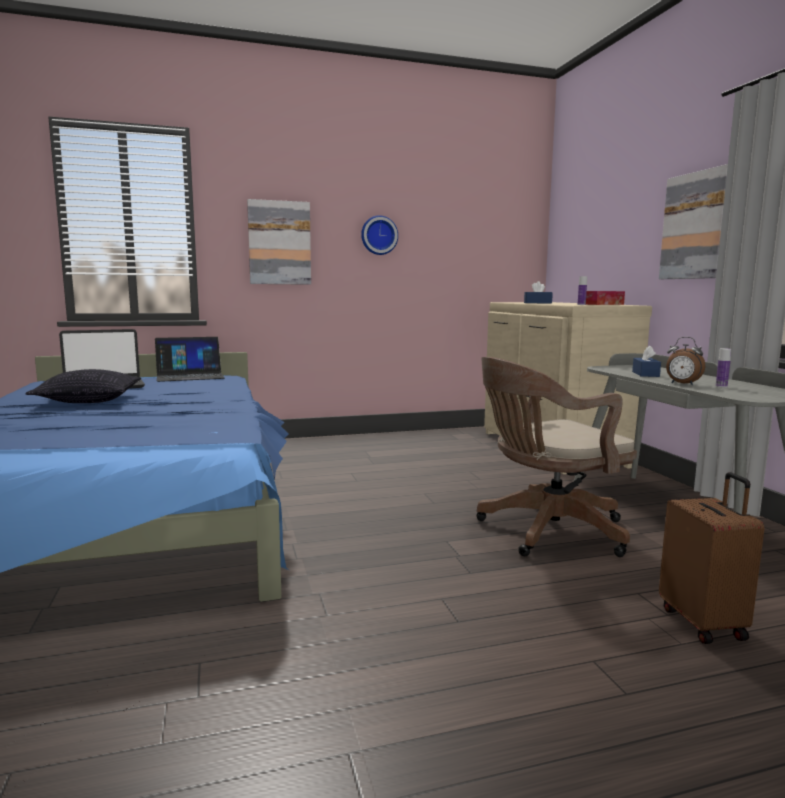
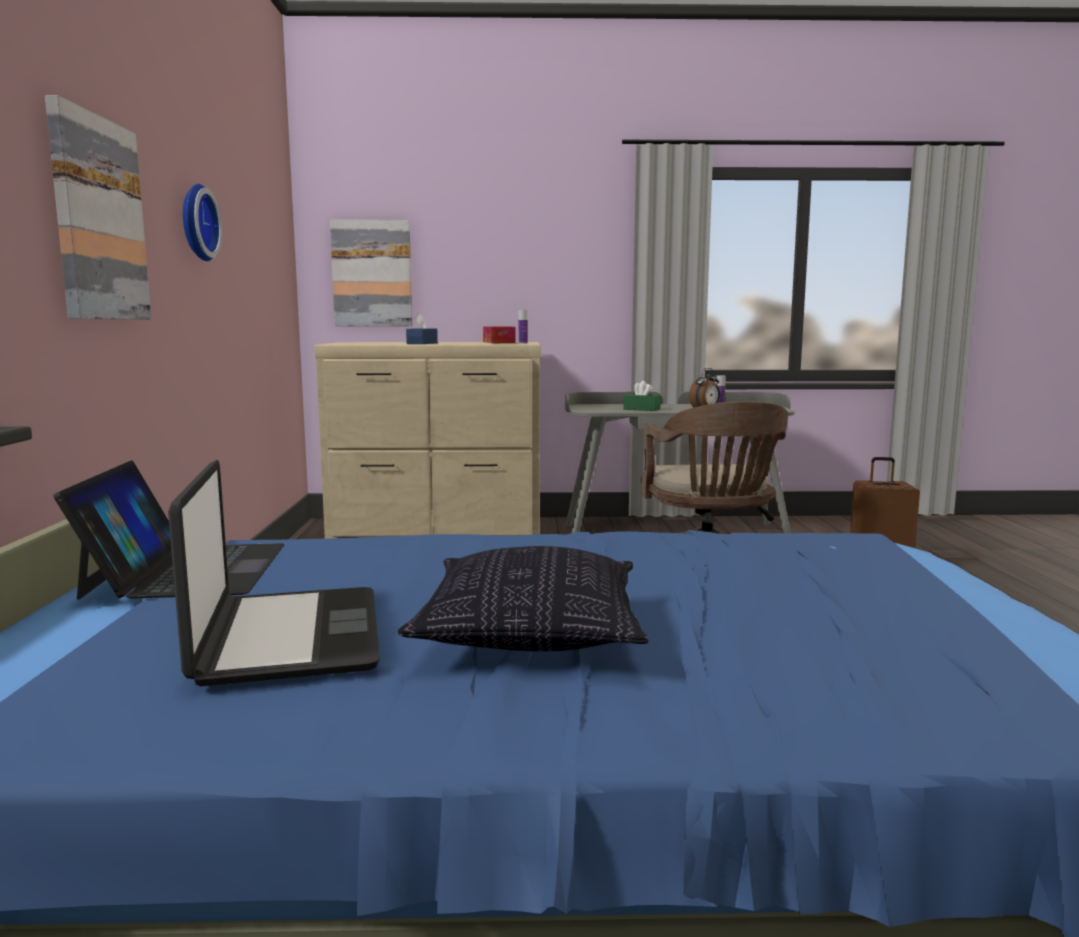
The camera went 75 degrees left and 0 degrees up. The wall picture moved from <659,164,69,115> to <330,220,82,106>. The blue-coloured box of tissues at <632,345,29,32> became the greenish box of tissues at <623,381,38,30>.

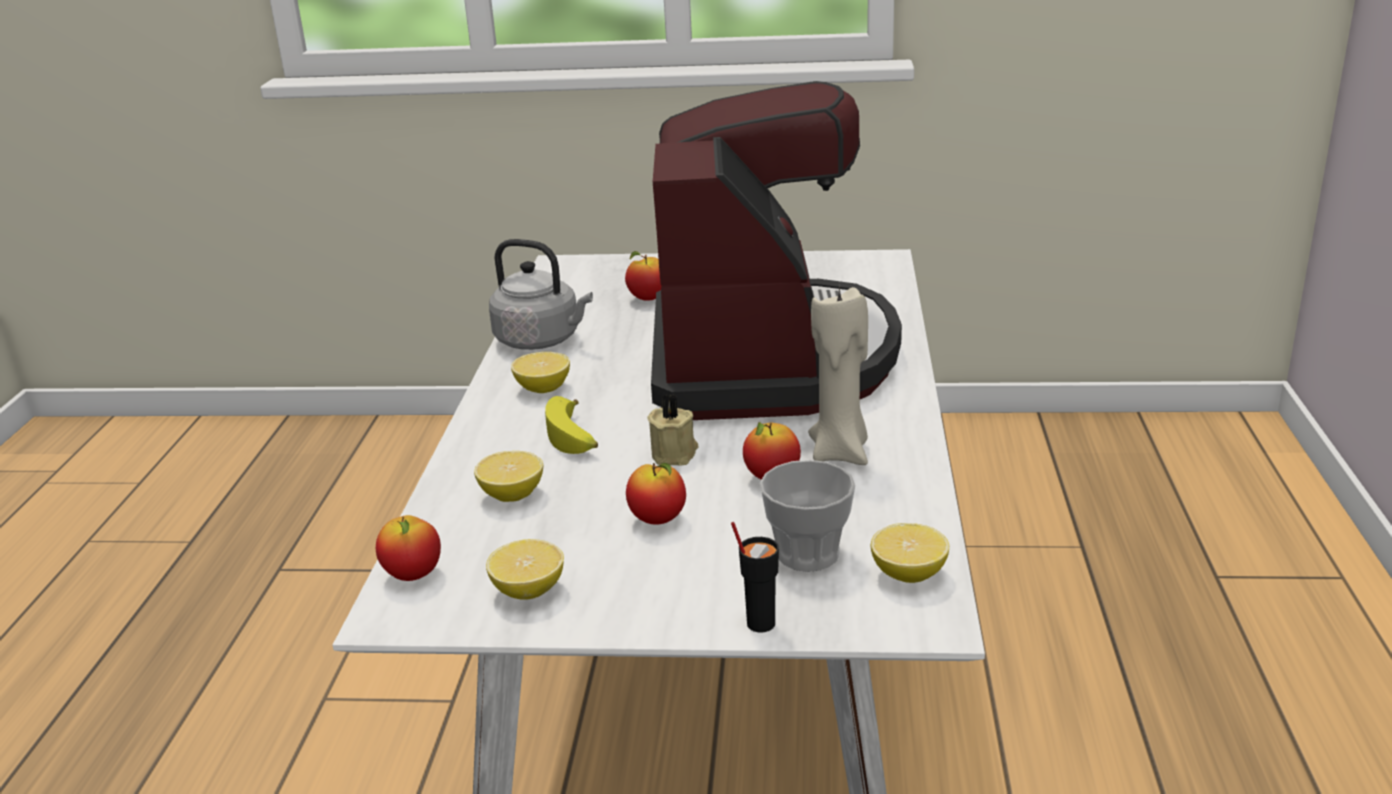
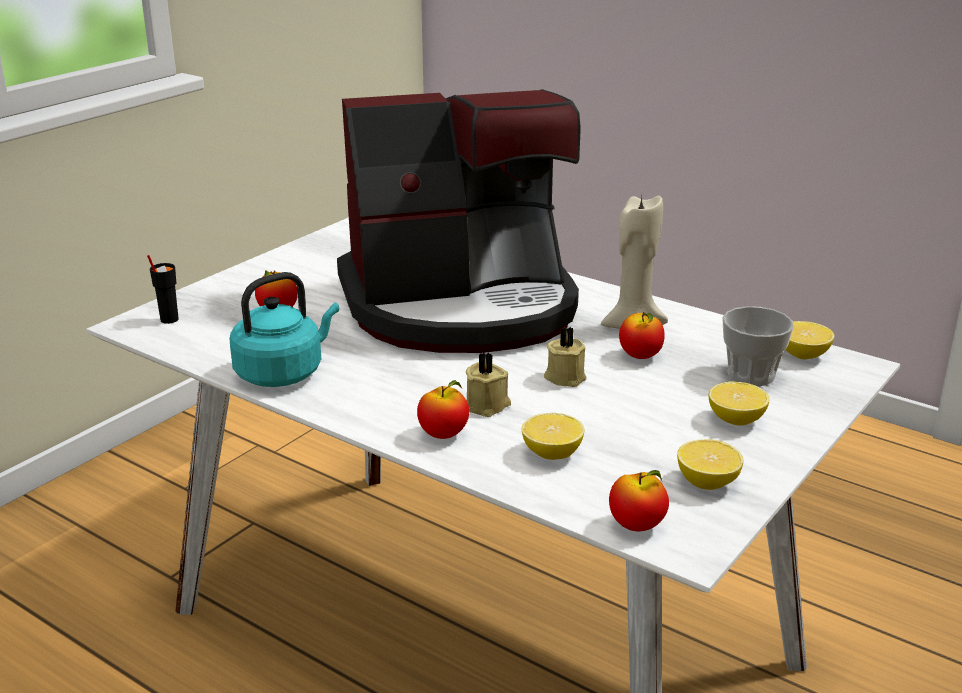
The camera went 60 degrees left and 0 degrees up. The citrus fruit moved from <511,352,59,41> to <709,381,61,44>. The apple moved from <626,463,60,62> to <417,380,52,59>. The black drinking cup moved from <731,522,48,111> to <147,255,32,69>. The banana fruit at <545,396,53,58> was replaced by the sand-coloured wax light at <466,353,45,64>. The gray kettle at <489,239,104,111> became the turquoise-coloured kettle at <230,272,109,115>. The coffee brewer at <651,81,251,339> turned 135 degrees clockwise.

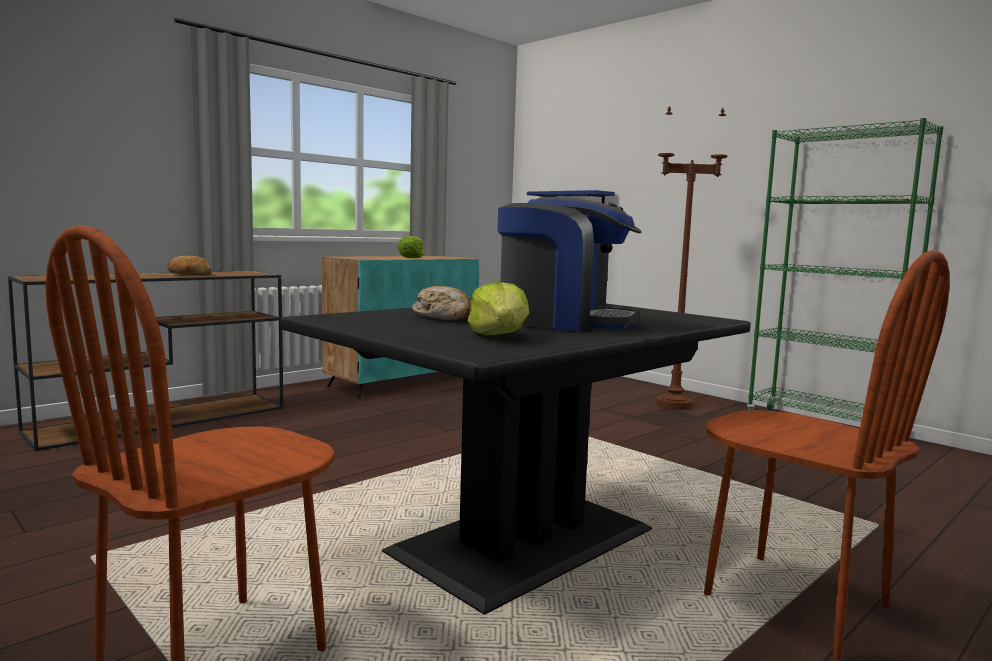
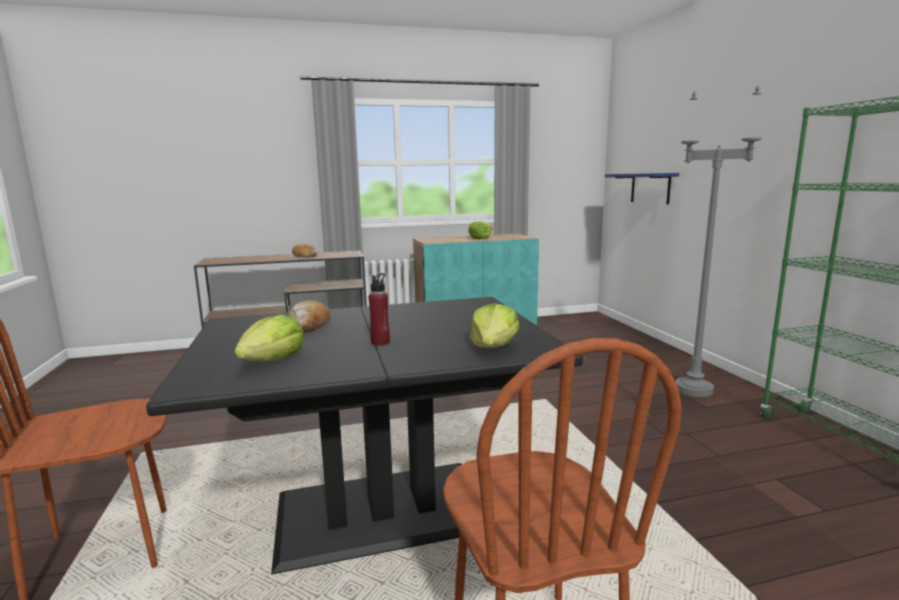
The camera went 30 degrees right and 5 degrees up. The head of lettuce at <470,303,50,45> appeared. The coffee brewer at <497,197,145,135> was replaced by the reddish bottle at <369,273,21,73>. The brown-coloured standing lamp at <656,106,71,304> became the gray standing lamp at <676,86,85,311>.

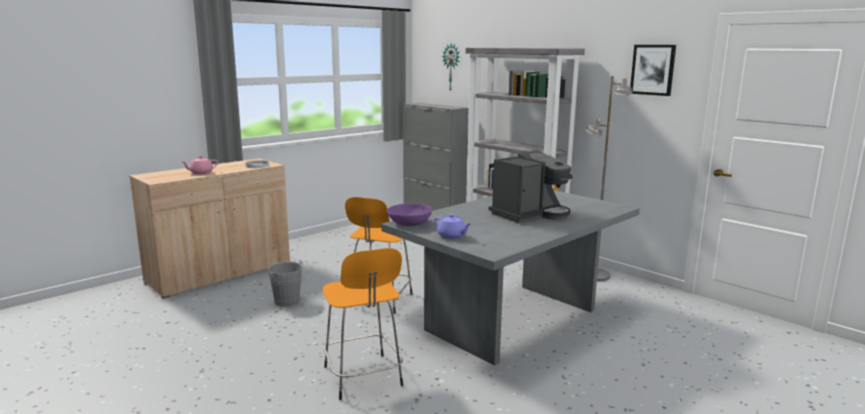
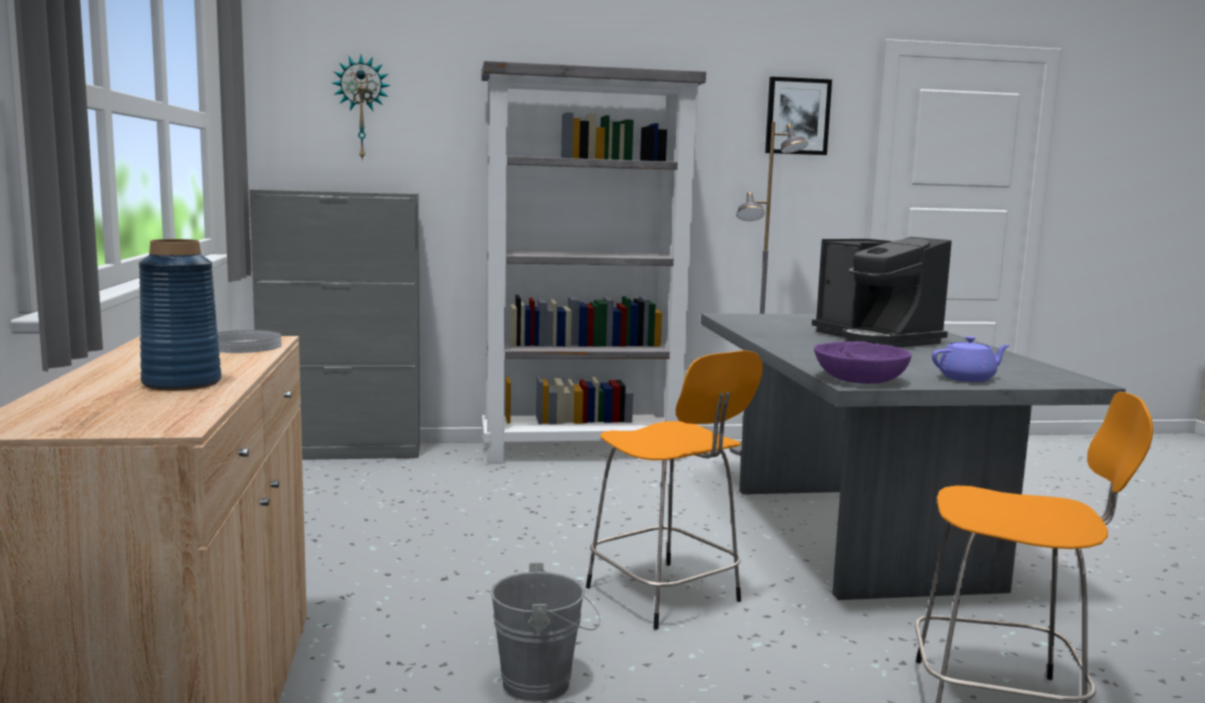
The camera went 55 degrees left and 5 degrees down. The pinkish tea pot at <181,156,37,18> was replaced by the blue-coloured flower vase at <139,239,82,152>. The coffee brewer at <488,150,85,73> turned 150 degrees clockwise.

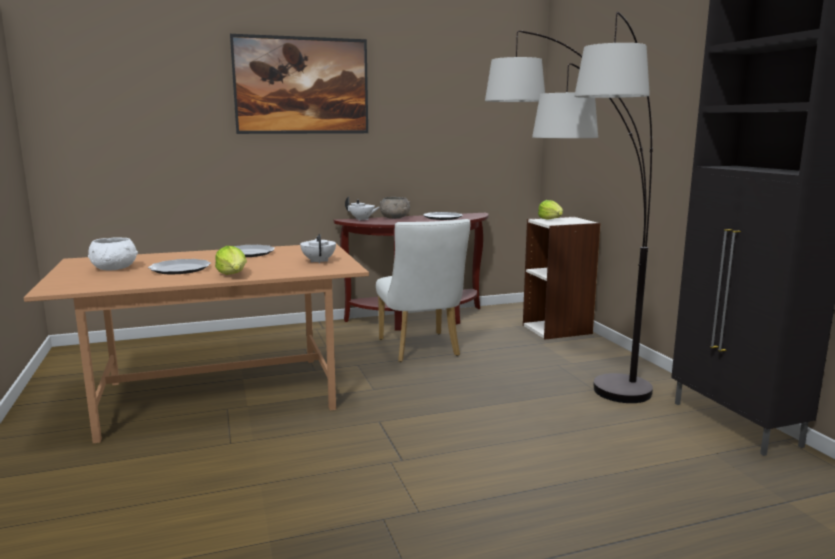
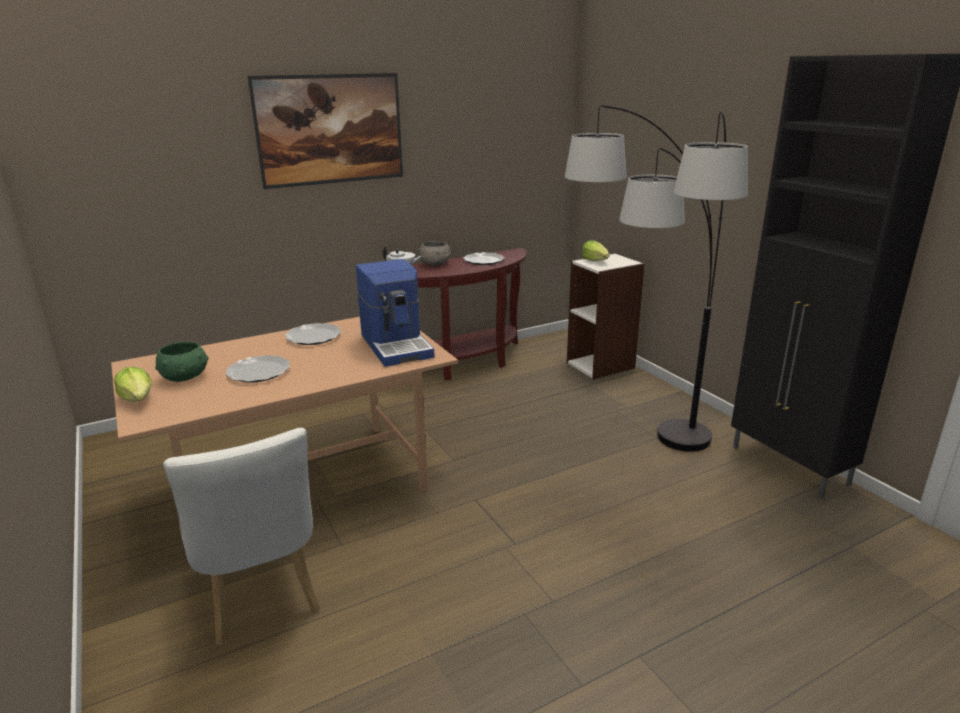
The camera went 10 degrees left and 10 degrees up. The head of lettuce moved from <215,246,32,29> to <114,367,38,35>. The white plain chair moved from <376,219,95,143> to <163,428,157,217>. The white tea pot at <300,234,36,29> was replaced by the coffee brewer at <356,259,78,108>. The white bowl at <88,237,50,33> became the greenish bowl at <155,342,54,40>.

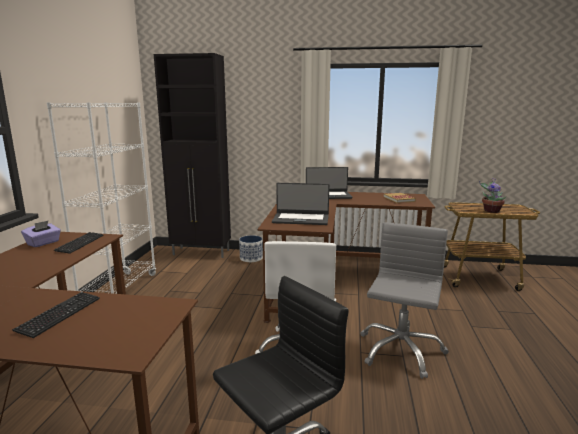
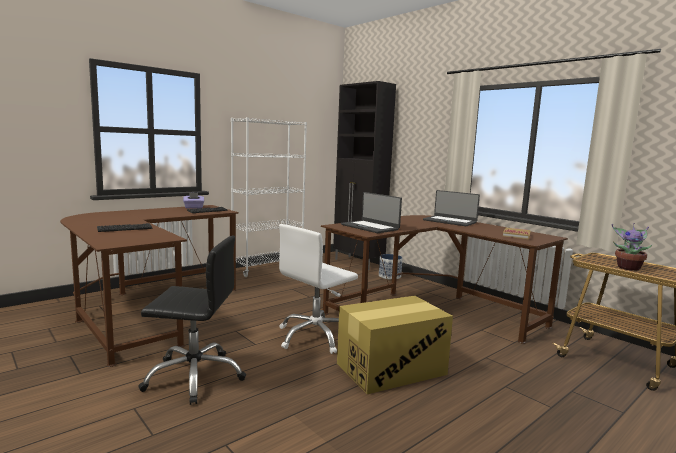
The camera went 40 degrees right and 5 degrees down. The gray desk chair at <360,222,89,157> was replaced by the packing box at <337,296,116,98>.

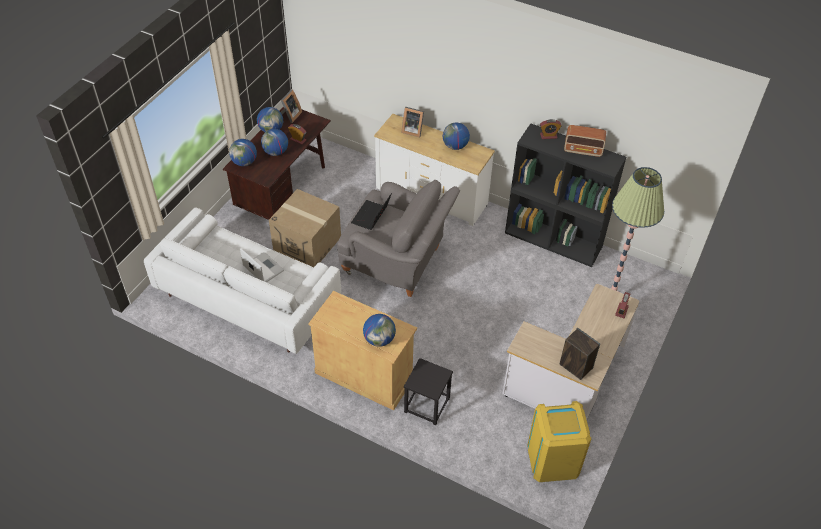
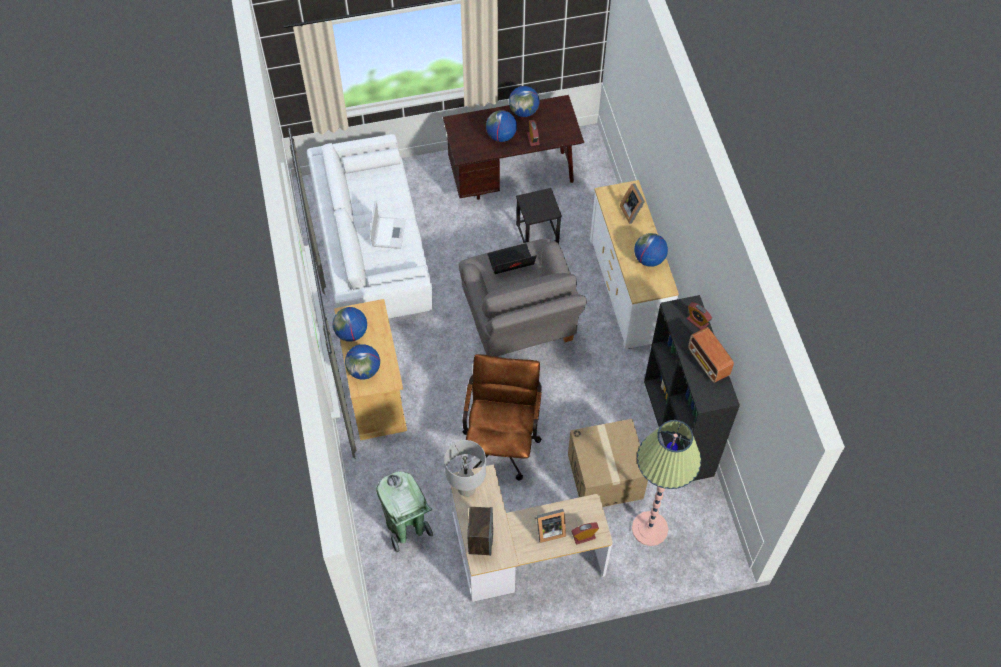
The camera went 50 degrees right and 10 degrees up. The yellow waste bin at <527,401,64,81> disappeared. The greenish waste bin at <376,471,57,82> appeared. The gray table lamp at <444,440,42,57> appeared. The brown-coloured desk chair at <462,354,80,127> appeared. The world globe moved from <229,139,28,27> to <333,307,34,35>. The packing box moved from <269,189,72,78> to <568,419,80,88>. The photo frame moved from <281,90,21,33> to <534,509,32,34>. The black sitting stool moved from <404,358,49,68> to <516,188,46,56>.

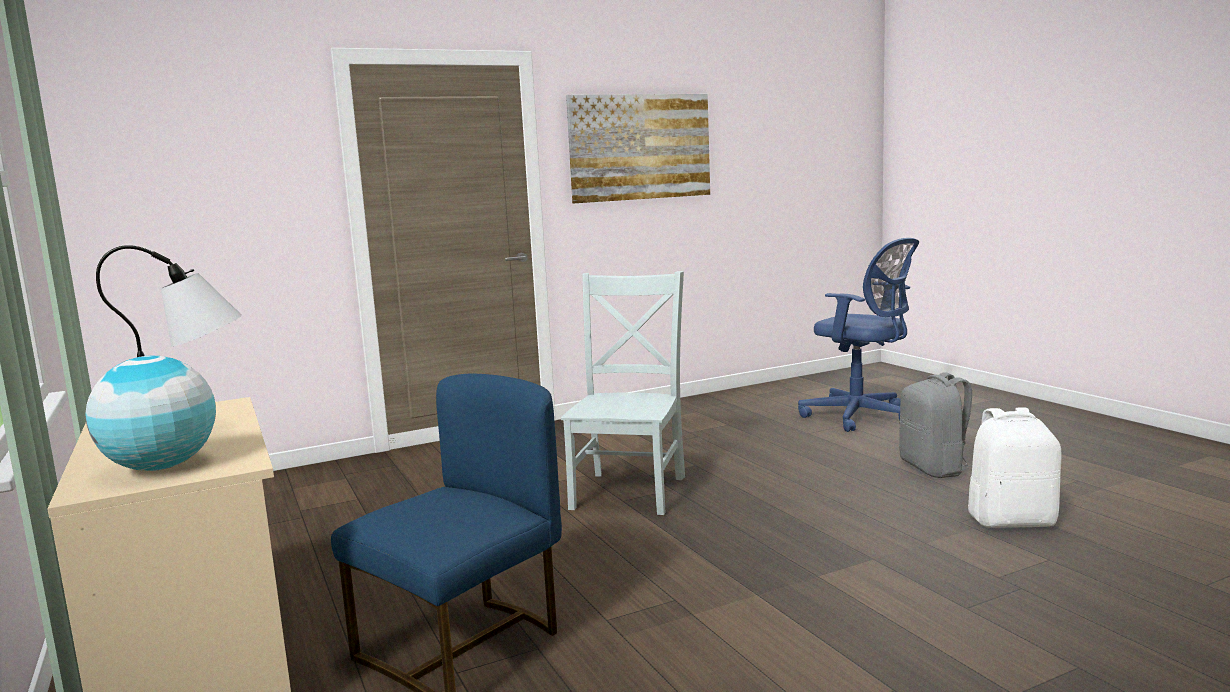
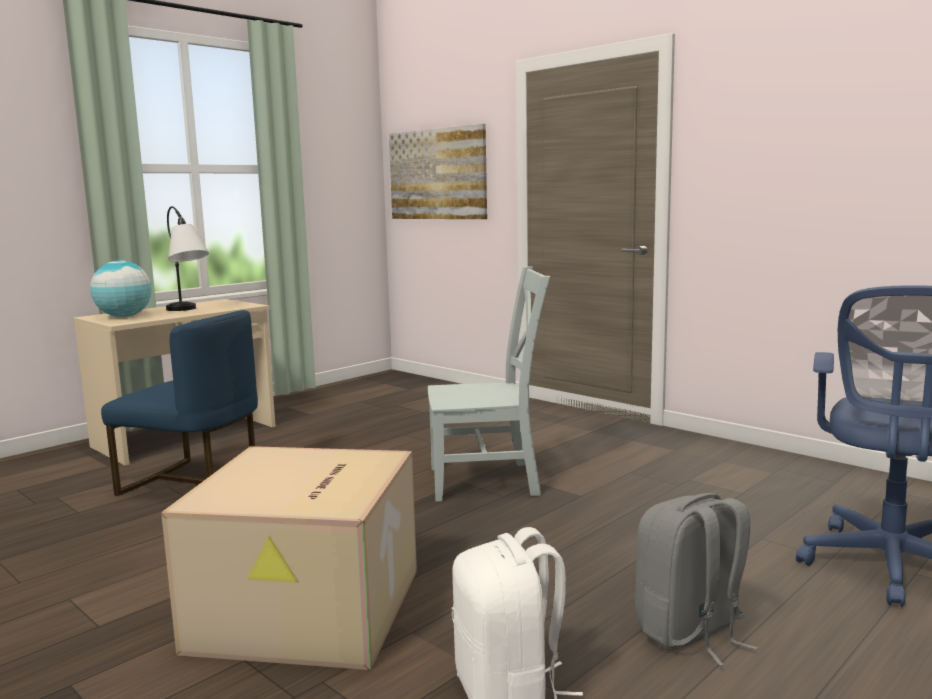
The camera went 70 degrees right and 0 degrees up. The packing box at <161,446,256,224> appeared. The wall picture moved from <566,94,144,109> to <389,124,98,95>.

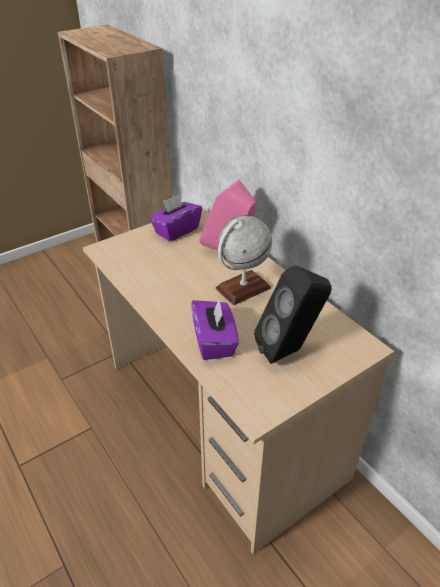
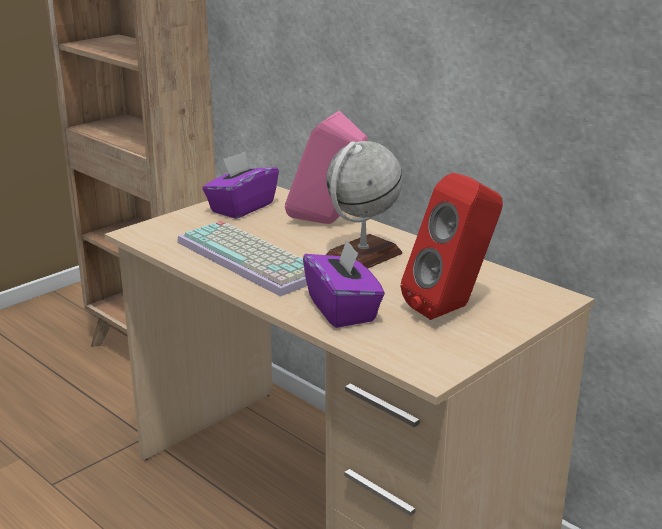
The camera went 10 degrees left and 15 degrees down. The computer keyboard at <177,221,130,76> appeared. The black speaker at <254,266,78,98> became the reddish speaker at <400,173,103,147>.

